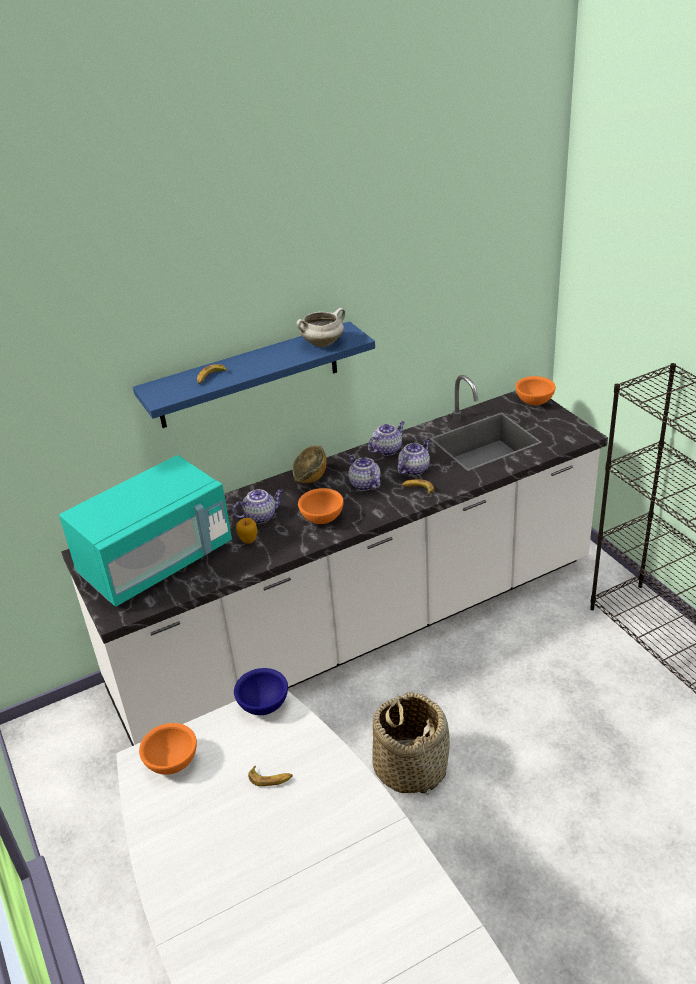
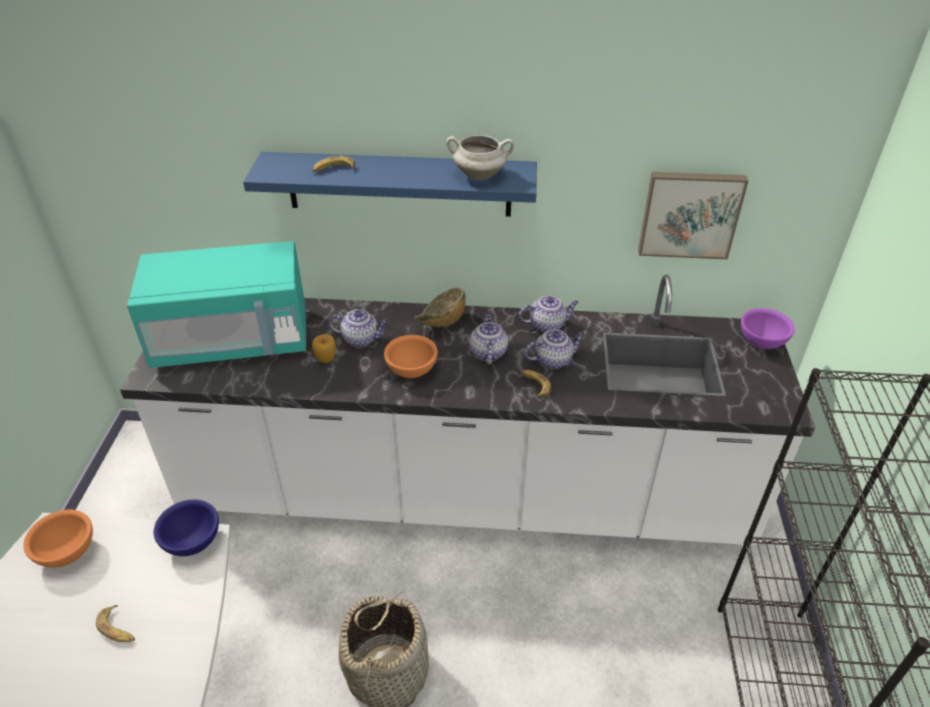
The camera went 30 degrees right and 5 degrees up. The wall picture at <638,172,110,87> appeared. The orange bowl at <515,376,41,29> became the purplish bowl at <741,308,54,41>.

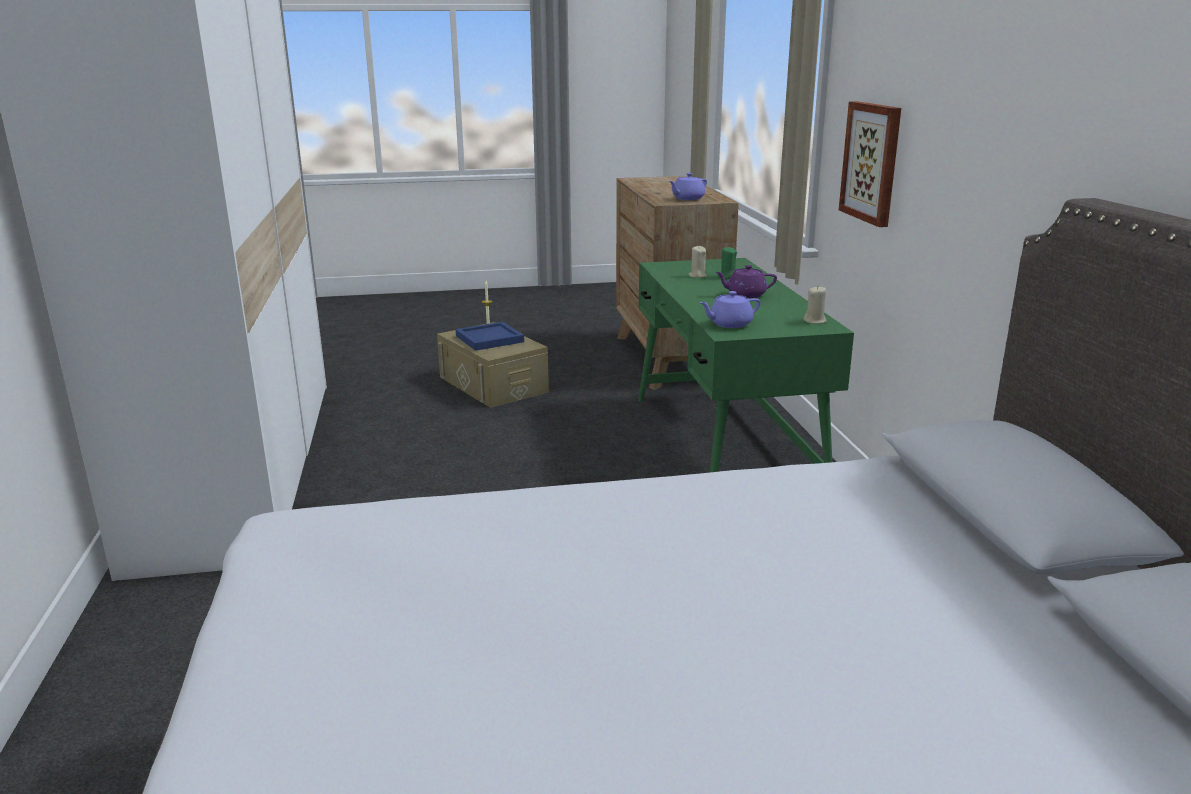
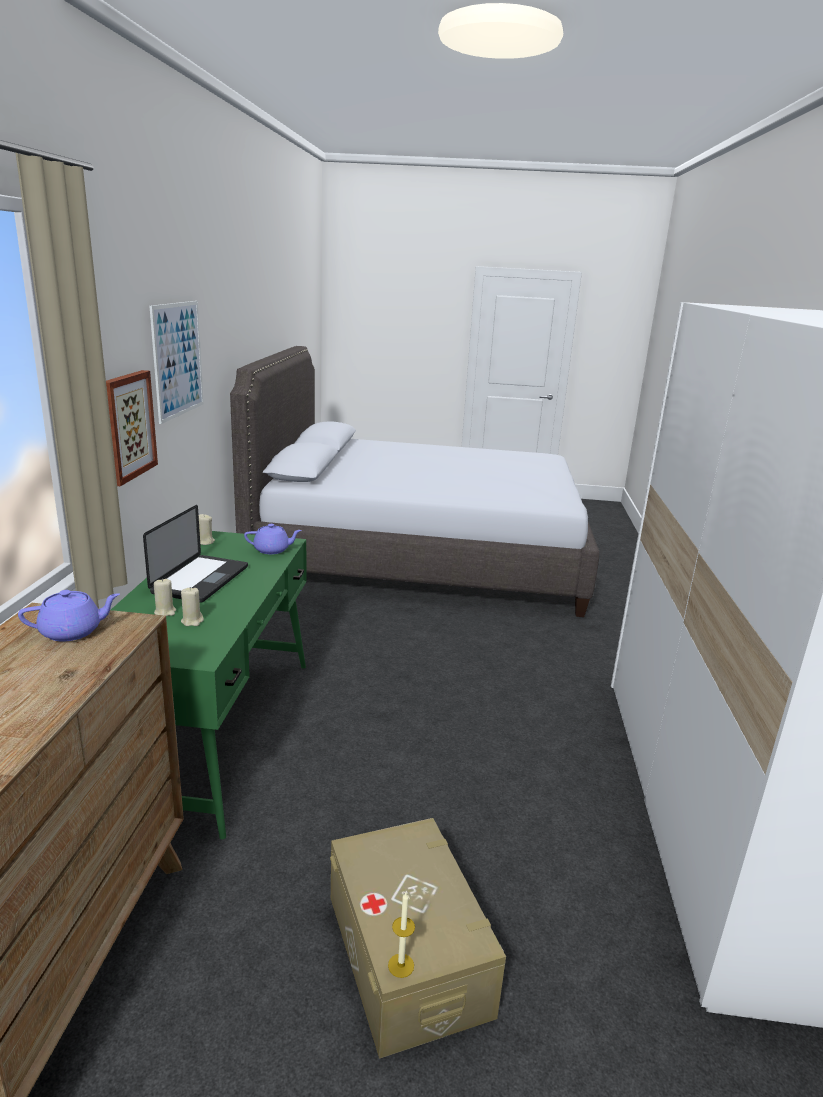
The camera went 165 degrees left and 0 degrees up. The blue-coloured carrying tray at <455,322,69,29> disappeared. The wall picture at <149,301,55,123> appeared. The purplish tea pot at <715,265,62,33> was replaced by the notebook computer at <143,505,105,98>. The greenish wax light at <718,247,19,32> became the sand-coloured wax light at <154,578,22,38>.

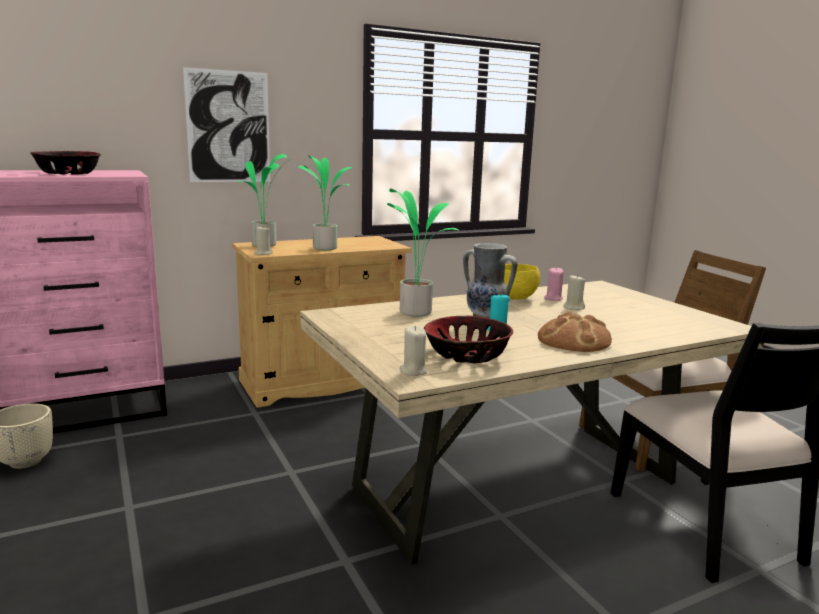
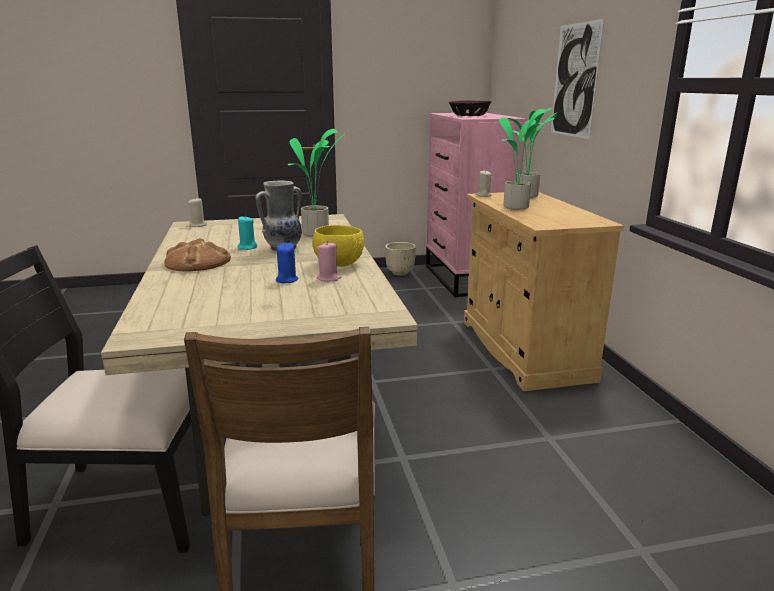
The camera went 105 degrees right and 5 degrees up. The bowl at <424,316,89,47> disappeared. The sand-coloured wax light at <563,275,22,35> became the blue-coloured wax light at <276,243,22,40>.

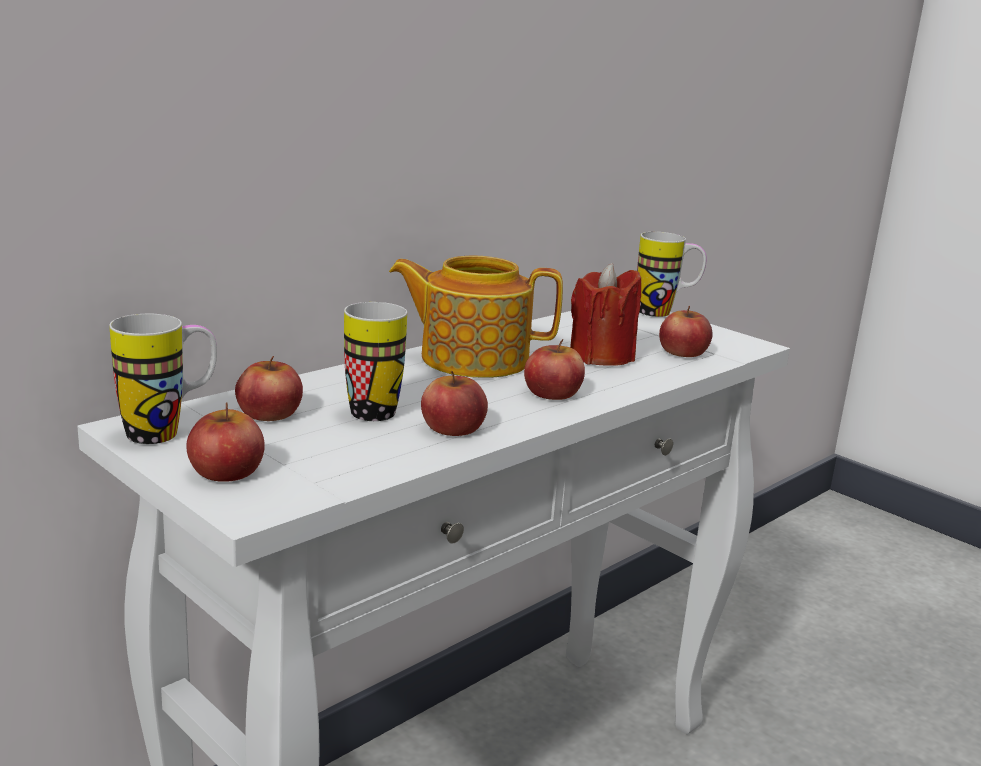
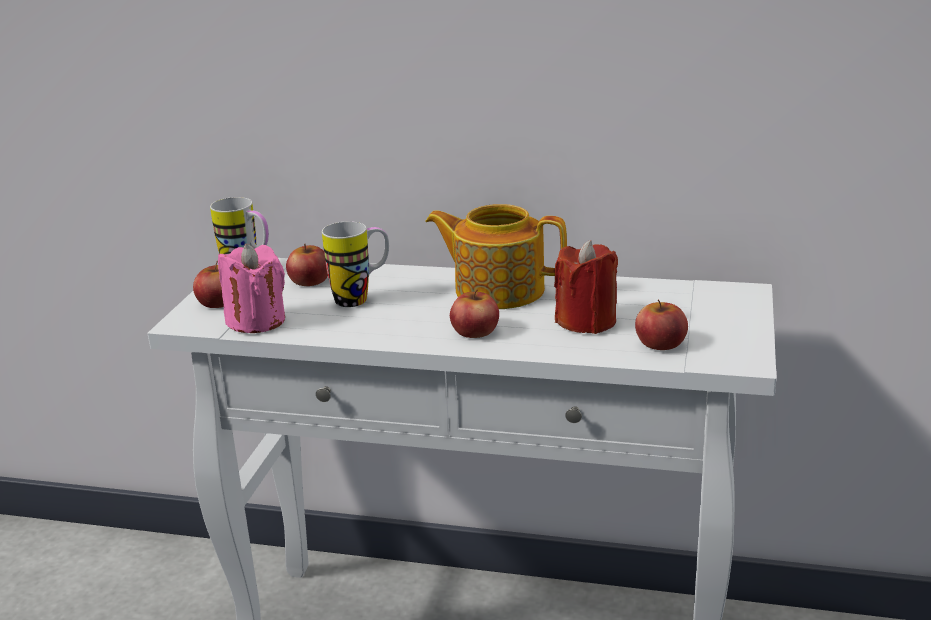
The camera went 60 degrees right and 5 degrees up. The apple at <421,370,67,66> disappeared. The tea mug at <637,232,70,85> disappeared. The pinkish wax light at <218,244,67,89> appeared. The tea pot at <389,256,174,122> turned 45 degrees counterclockwise.

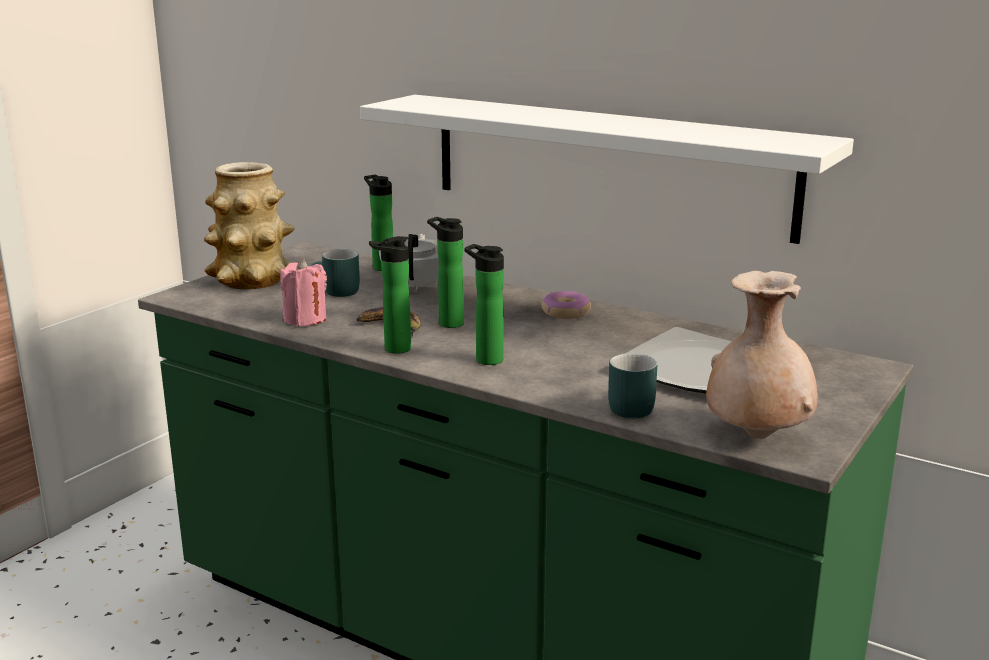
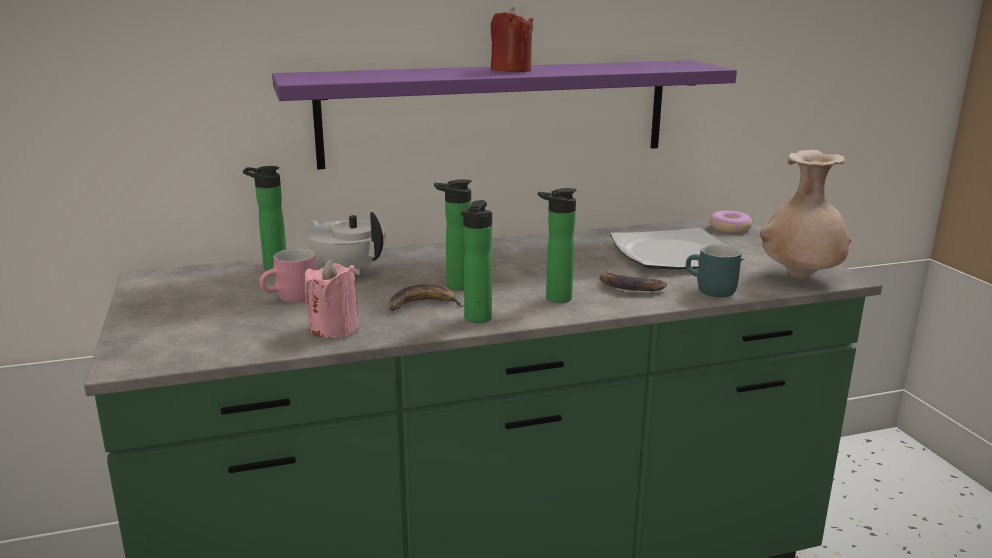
The camera went 50 degrees left and 0 degrees up. The flower vase at <204,162,90,127> disappeared. The reddish wax light at <491,7,42,65> appeared. The banana fruit at <599,273,68,18> appeared. The donut moved from <541,291,50,28> to <709,211,44,22>. The turquoise-coloured tea mug at <311,249,49,48> became the pinkish tea mug at <260,248,57,55>. The white bracket shelf at <360,95,494,149> became the purplish bracket shelf at <272,60,465,110>.

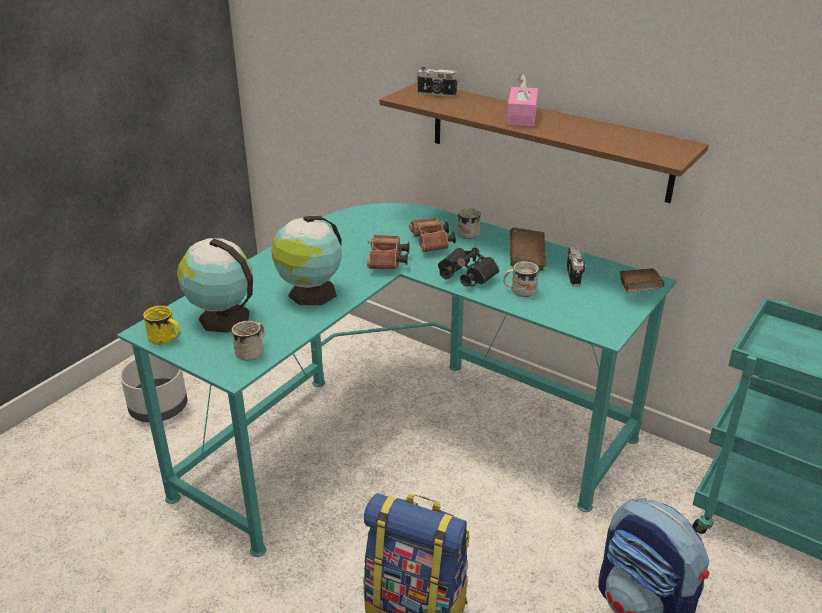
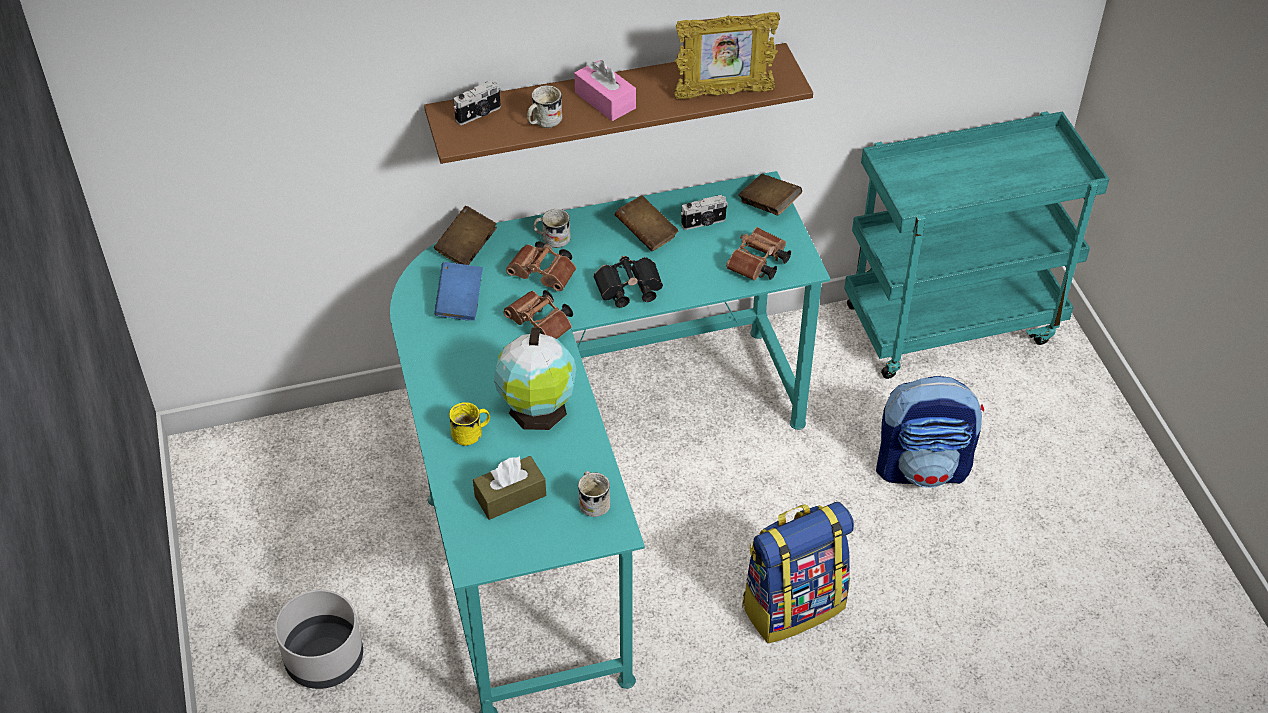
The camera went 50 degrees left and 15 degrees up. The brown-coloured volume at <434,206,63,59> appeared. The blue-coloured volume at <434,262,49,59> appeared. The photo frame at <674,12,106,87> appeared. The brown-coloured field glasses at <726,227,65,54> appeared. The yellow tea mug moved from <143,306,38,39> to <449,402,41,44>. The white tea mug moved from <503,261,36,36> to <527,85,35,44>. The world globe at <177,238,76,95> was replaced by the brown-coloured box of tissues at <473,456,73,64>. The photo camera at <567,245,18,41> turned 120 degrees clockwise.

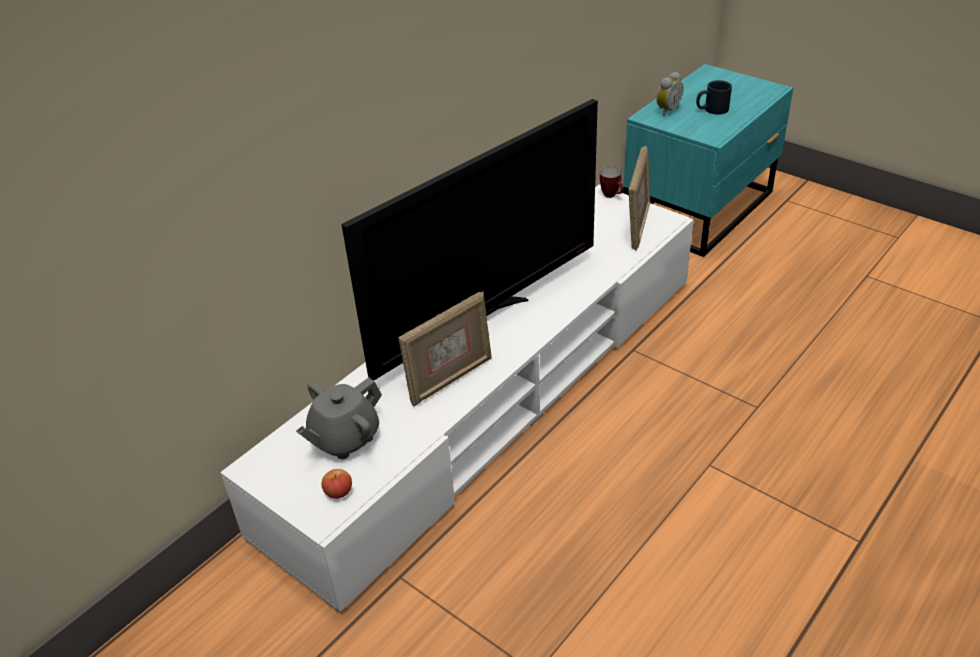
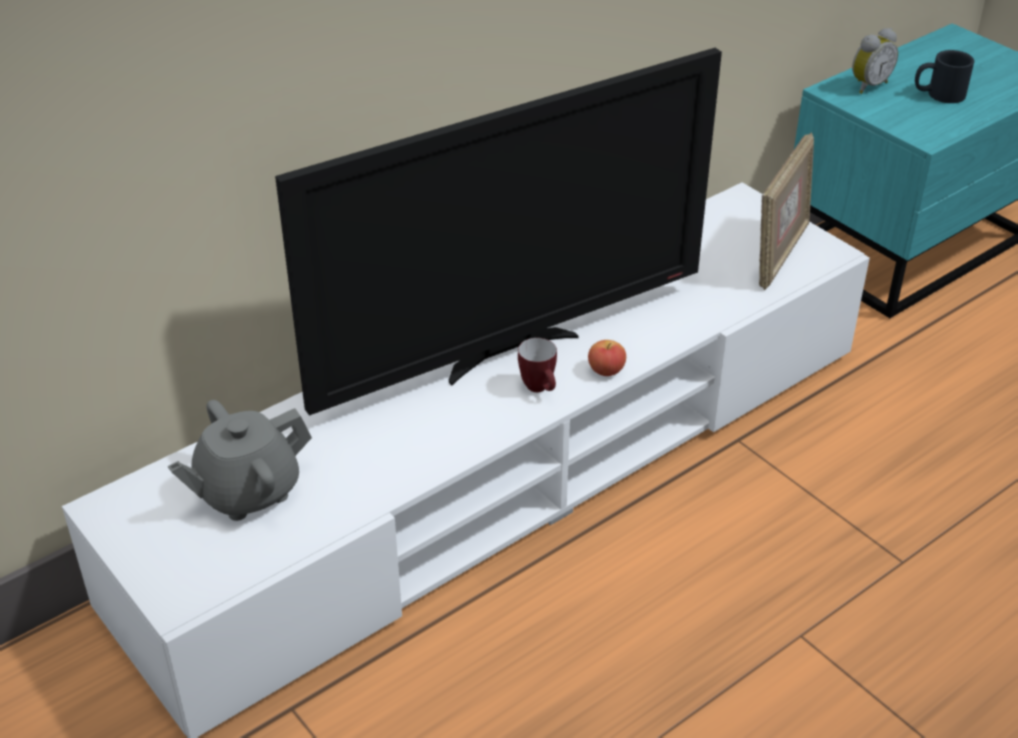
The camera went 10 degrees right and 0 degrees up. The photo frame at <398,291,94,116> disappeared. The apple moved from <321,469,31,30> to <588,340,38,36>. The tea mug moved from <600,167,24,31> to <518,338,39,54>.

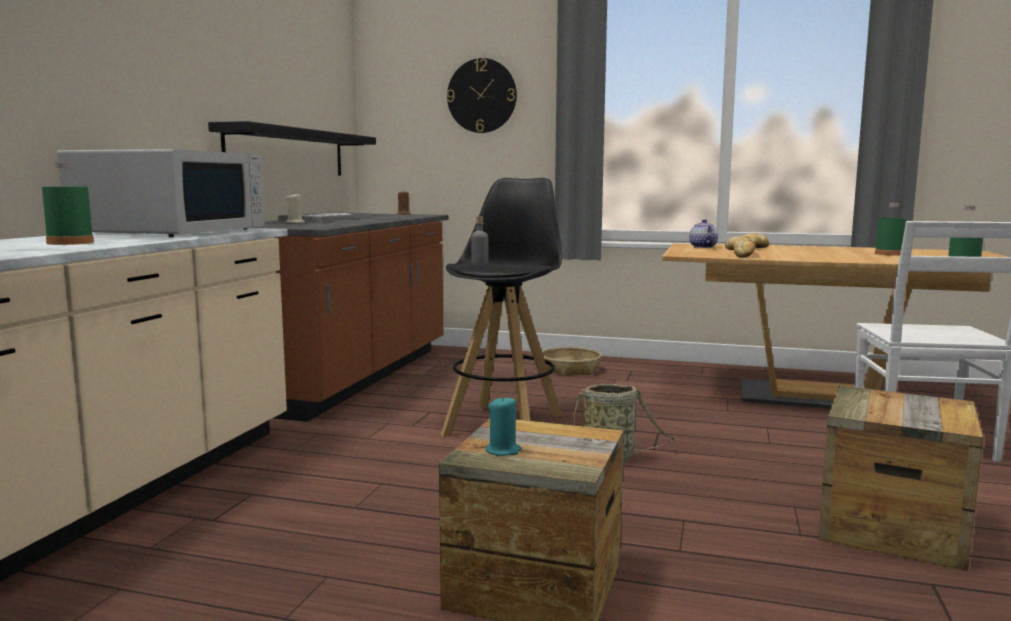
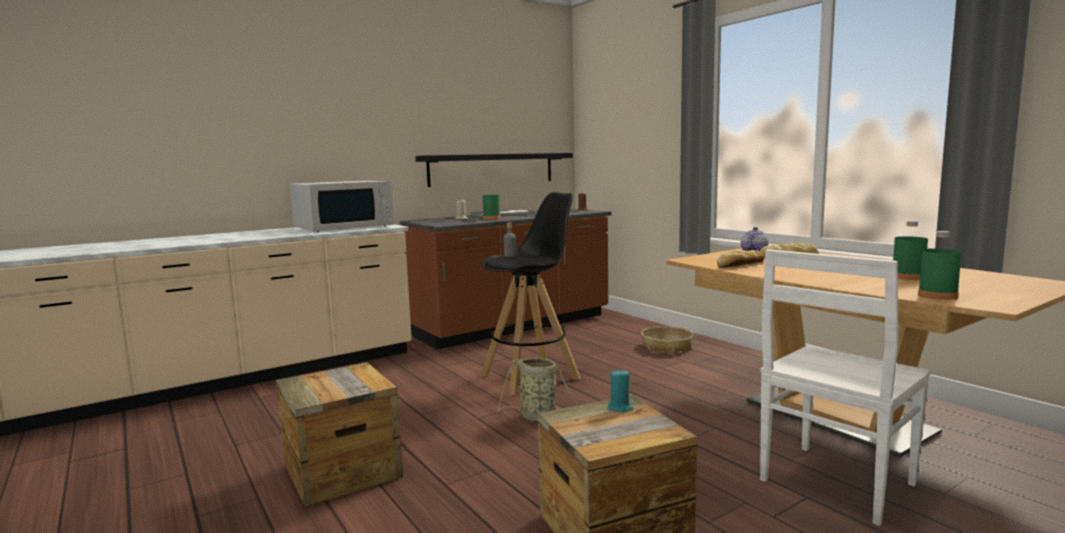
The camera went 40 degrees right and 0 degrees up. The clock on the wall at <447,58,70,75> disappeared. The greenish bottle moved from <42,162,52,83> to <483,185,18,35>. The turquoise-coloured wax light moved from <485,396,36,60> to <608,369,26,44>.

